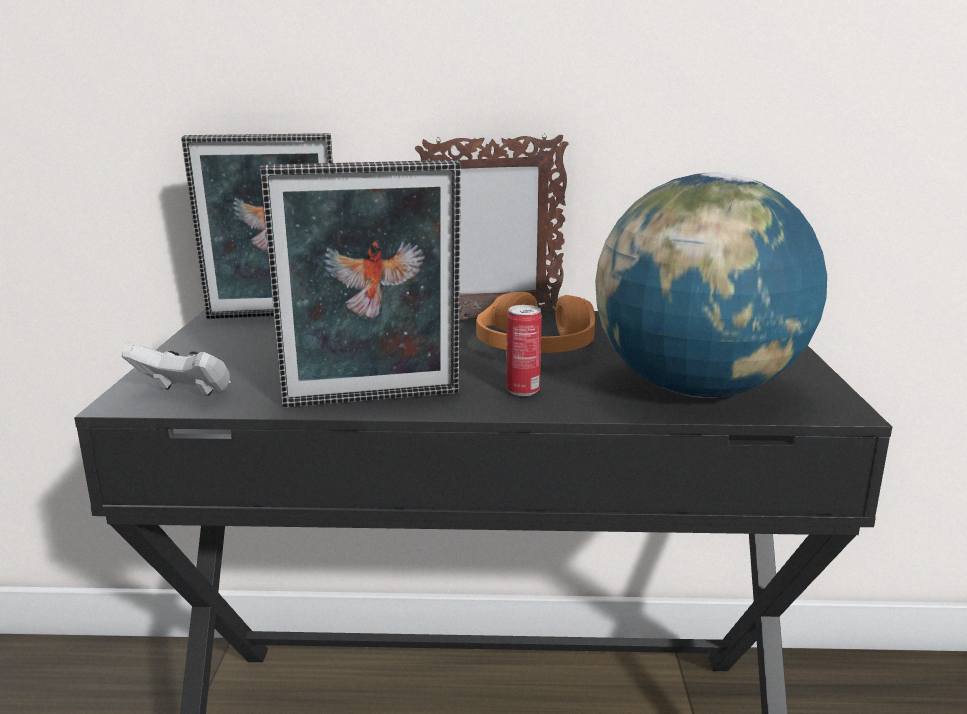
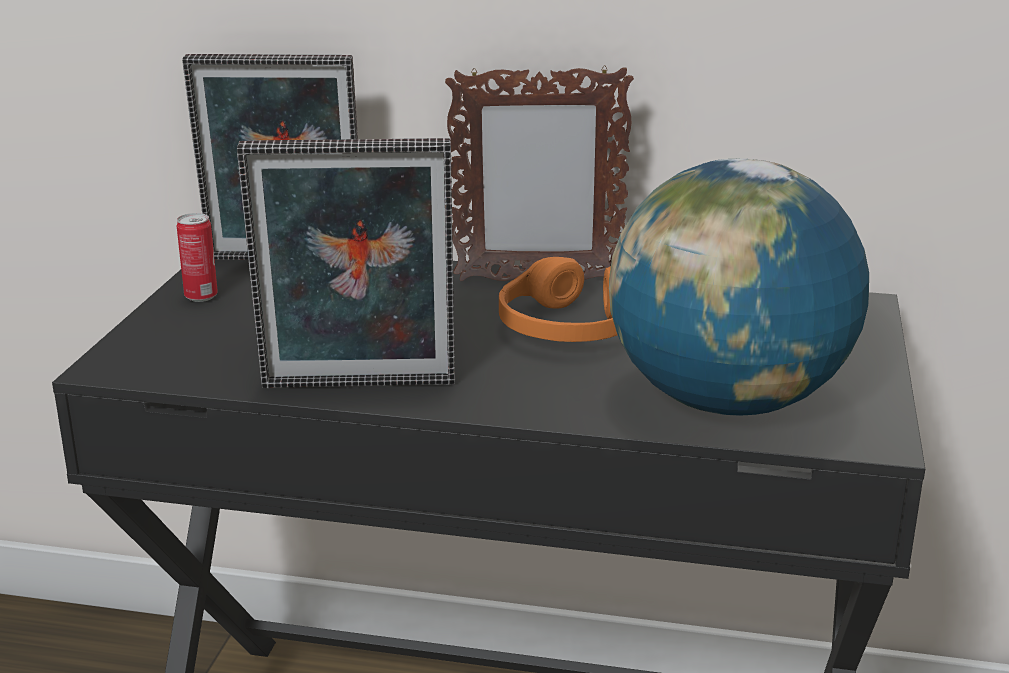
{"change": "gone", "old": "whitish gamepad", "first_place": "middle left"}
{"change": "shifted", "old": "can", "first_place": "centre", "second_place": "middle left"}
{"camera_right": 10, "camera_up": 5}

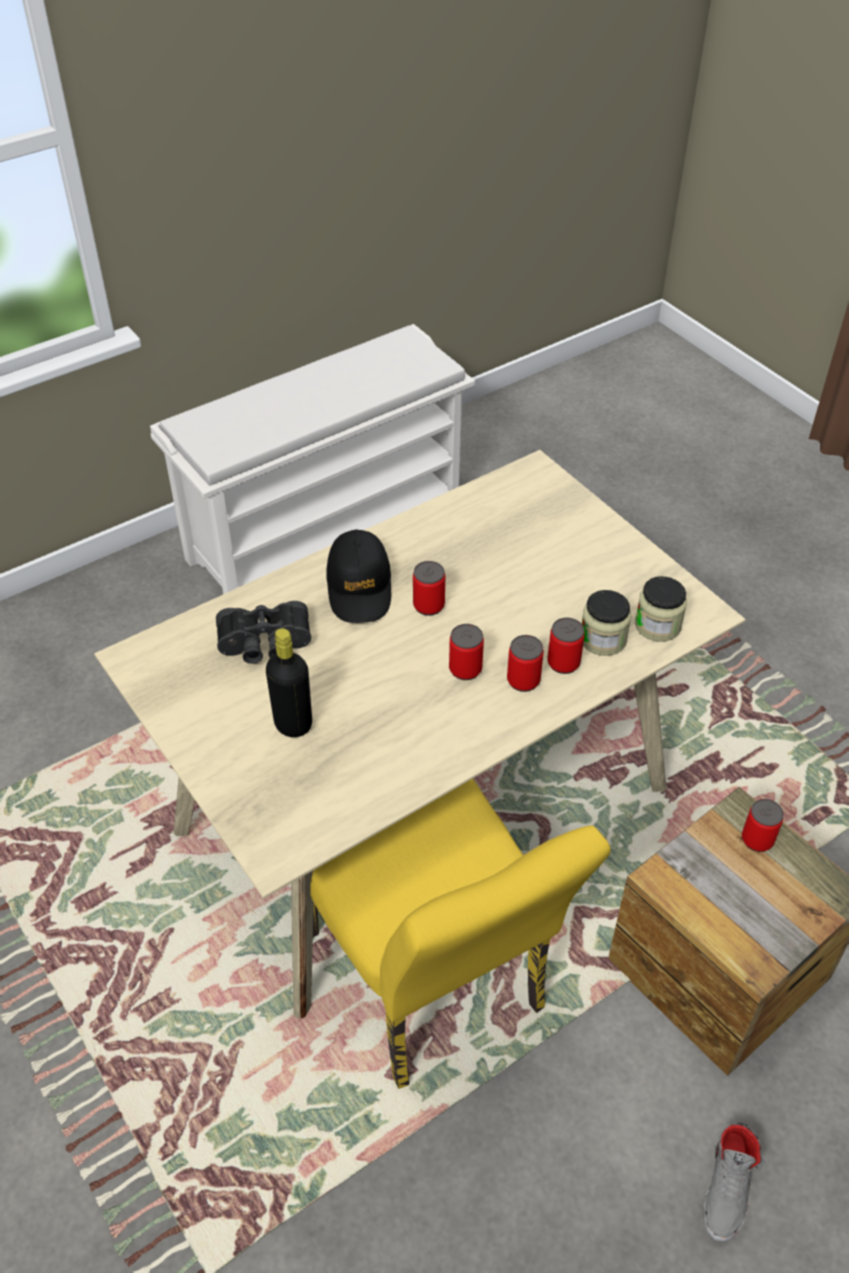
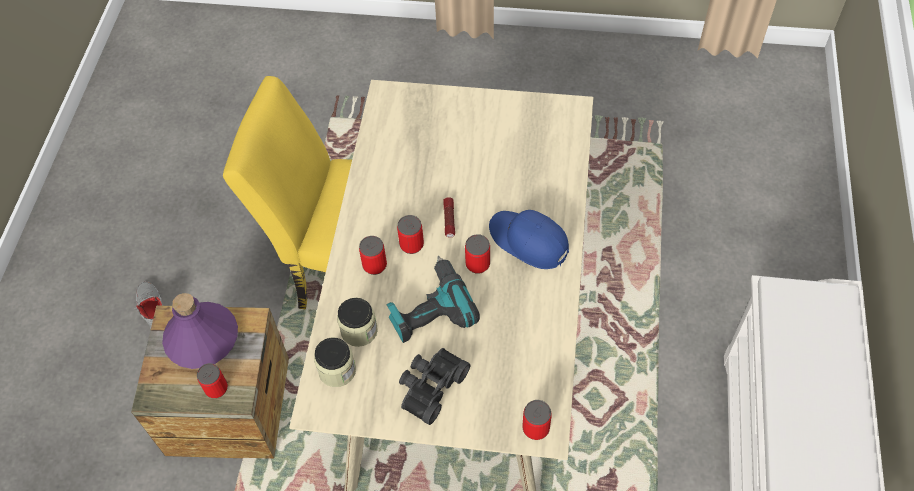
{"change": "shifted", "old": "blackish pair of binoculars", "first_place": "middle left", "second_place": "bottom centre"}
{"change": "gone", "old": "blackish bottle", "first_place": "centre"}
{"change": "repainted", "old": "blackish baseball cap", "new": "blue baseball cap", "first_place": "centre", "second_place": "centre"}
{"change": "shifted", "old": "can (no. 4 from left in the first image)", "new": "can (no. 5 from left)", "first_place": "middle right", "second_place": "bottom centre"}
{"change": "new", "new": "purple bottle", "second_place": "bottom left"}
{"change": "new", "new": "power drill", "second_place": "centre"}
{"change": "new", "new": "flashlight", "second_place": "centre"}
{"camera_right": 135, "camera_up": 10}

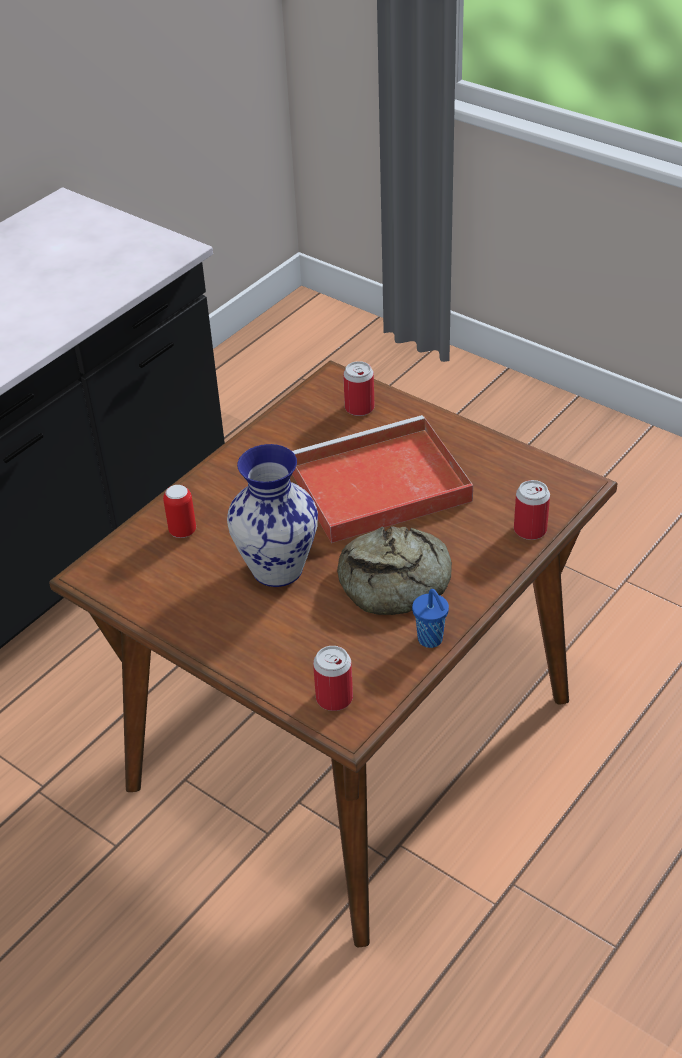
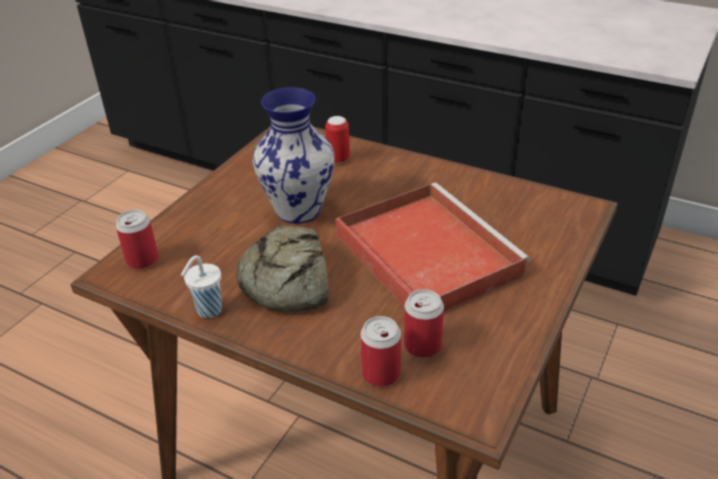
{"change": "shifted", "old": "can (no. 3 from left in the first image)", "new": "can (no. 4 from left)", "first_place": "centre", "second_place": "bottom centre"}
{"change": "repainted", "old": "blue cup", "new": "whitish cup", "first_place": "centre", "second_place": "middle left"}
{"camera_right": 80, "camera_up": -5}

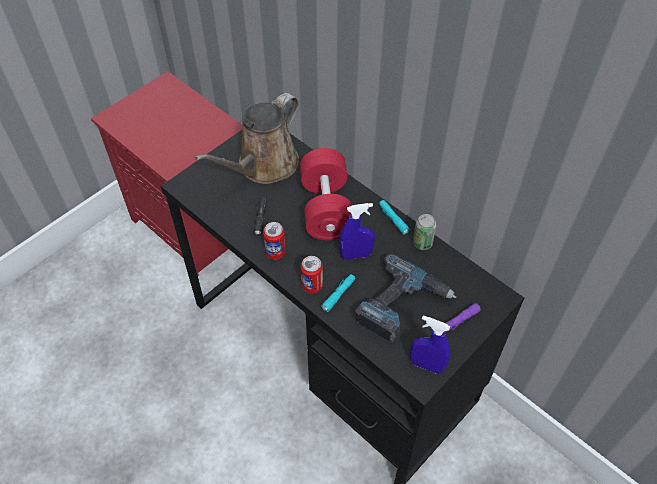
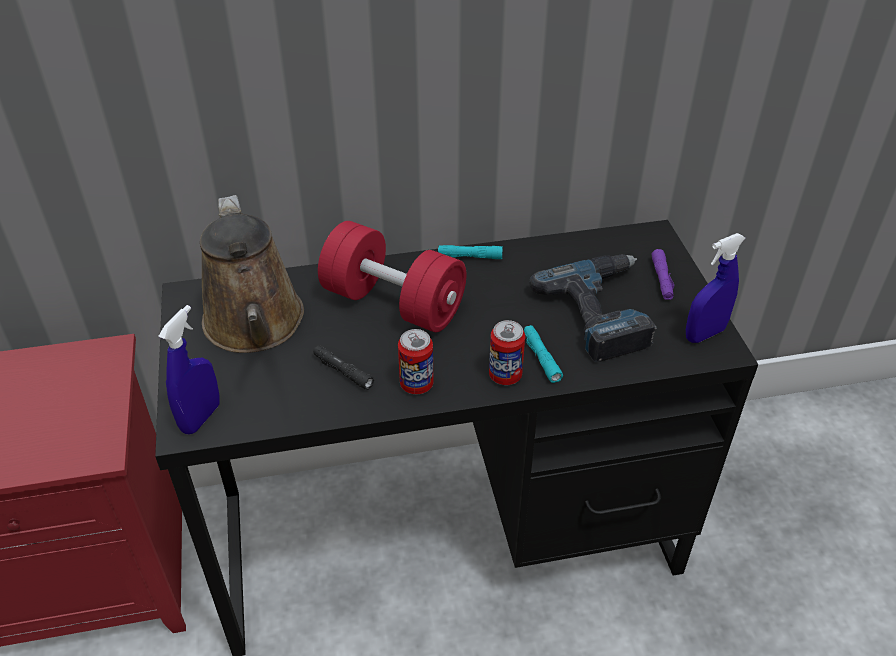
{"change": "shifted", "old": "blue sprayer (no. 1 from left)", "first_place": "centre", "second_place": "middle left"}
{"change": "gone", "old": "can (no. 3 from left)", "first_place": "centre"}
{"camera_right": -55, "camera_up": -10}

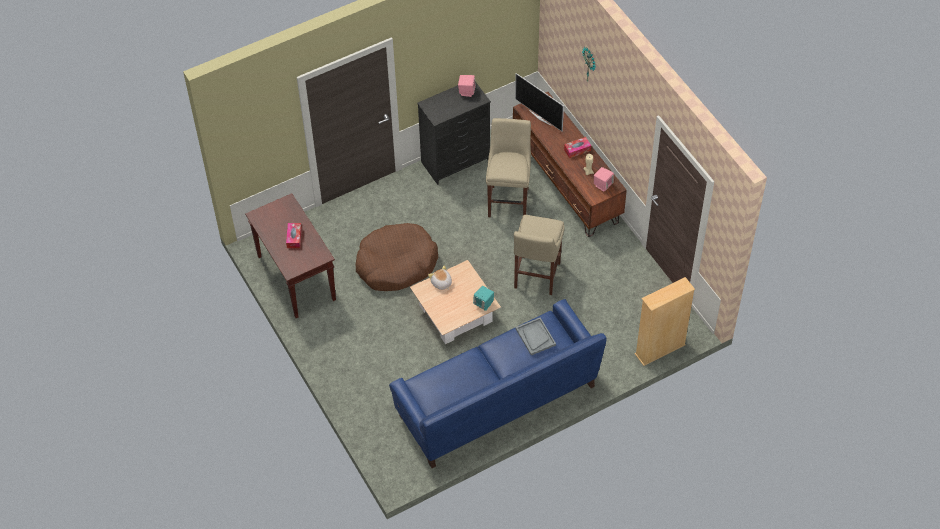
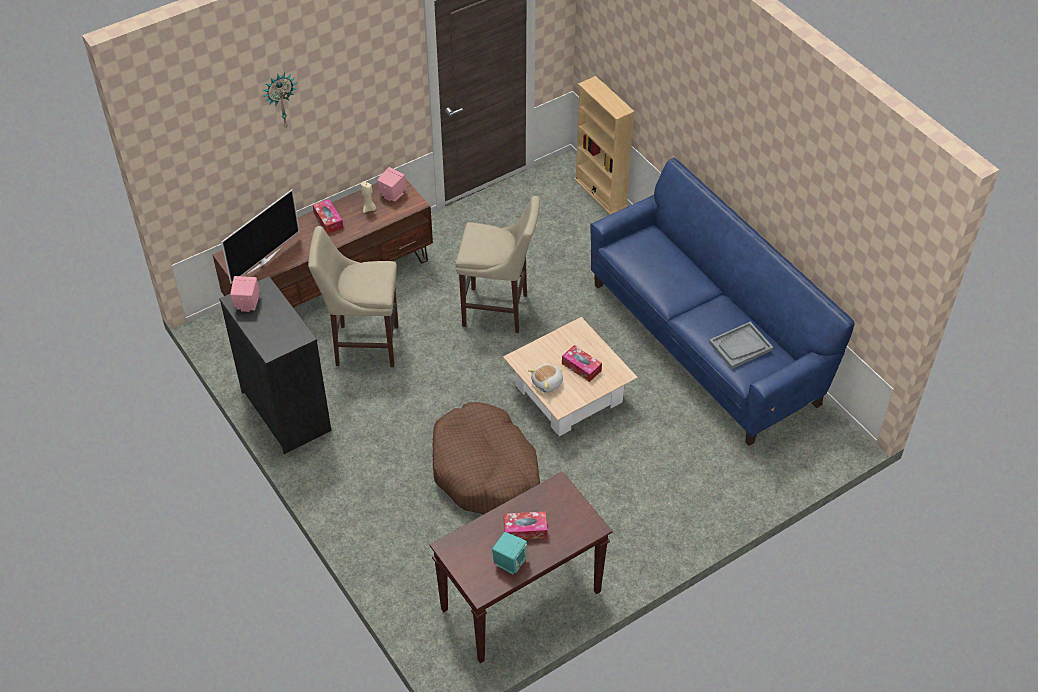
{"change": "shifted", "old": "blue-green loudspeaker", "first_place": "centre", "second_place": "bottom centre"}
{"change": "shifted", "old": "grey tray", "first_place": "centre", "second_place": "middle right"}
{"change": "new", "new": "tissue holder (no. 3 from left)", "second_place": "centre"}
{"camera_right": -95, "camera_up": -5}

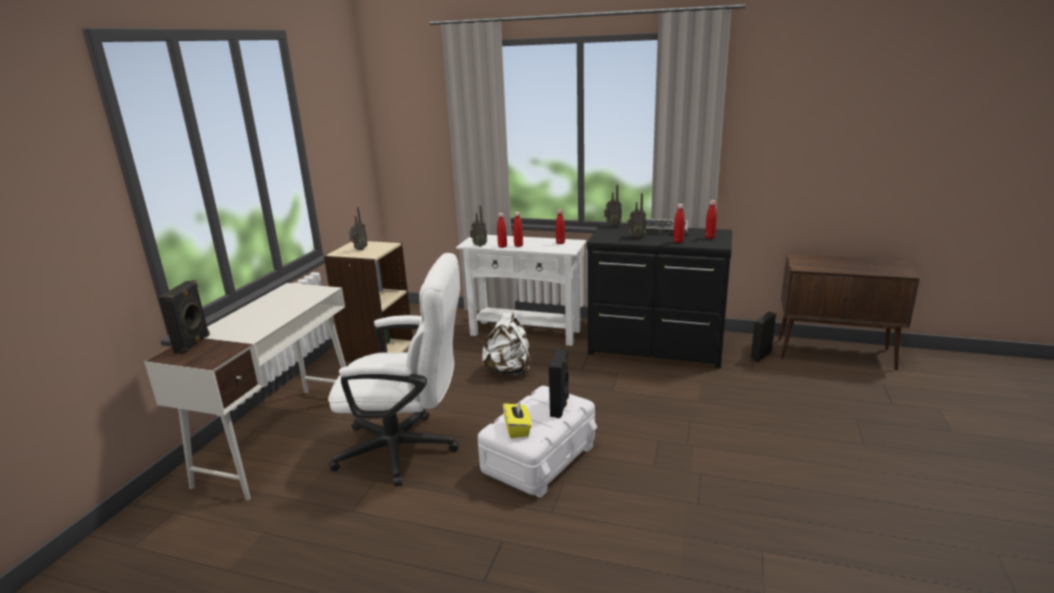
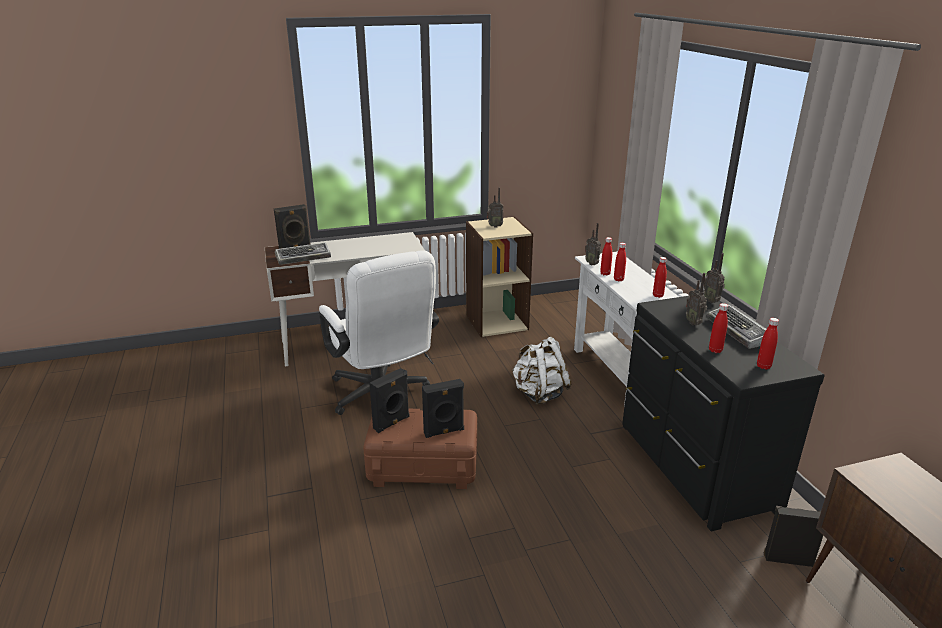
{"change": "repainted", "old": "whitish storage container", "new": "brown-coloured storage container", "first_place": "bottom centre", "second_place": "bottom centre"}
{"change": "swapped", "old": "yellow tissue holder", "new": "blackish loudspeaker (no. 2 from left)", "first_place": "bottom centre", "second_place": "centre"}
{"change": "new", "new": "computer keyboard (no. 1 from left)", "second_place": "middle left"}
{"camera_right": 55, "camera_up": 5}

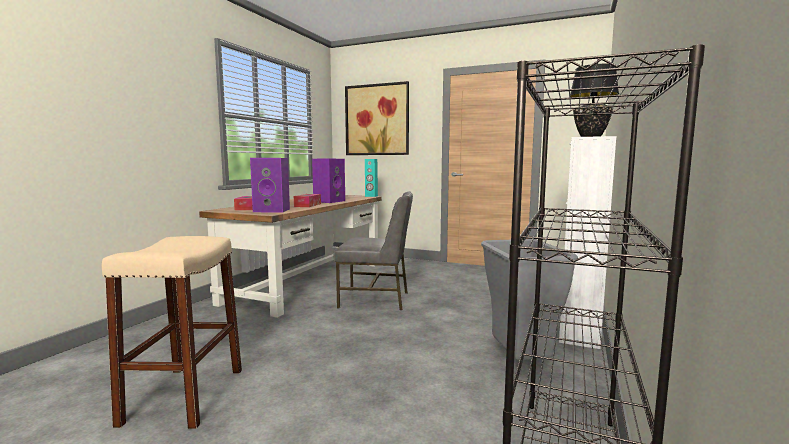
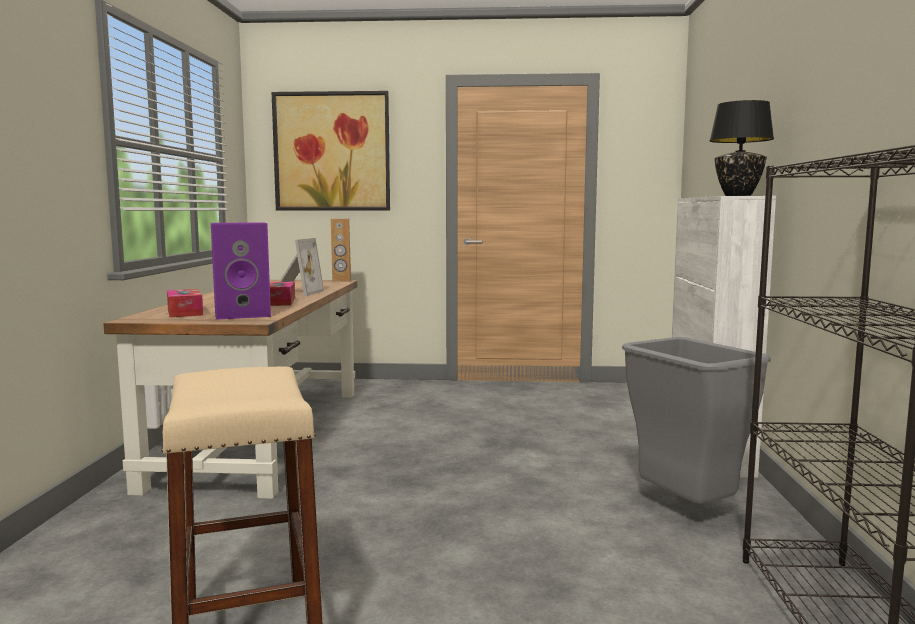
{"change": "swapped", "old": "purple loudspeaker (no. 2 from left)", "new": "standing frame", "first_place": "centre", "second_place": "middle left"}
{"change": "gone", "old": "grey plain chair", "first_place": "centre"}
{"change": "repainted", "old": "blue-green loudspeaker", "new": "brown-coloured loudspeaker", "first_place": "centre", "second_place": "centre"}
{"camera_right": -20, "camera_up": 0}

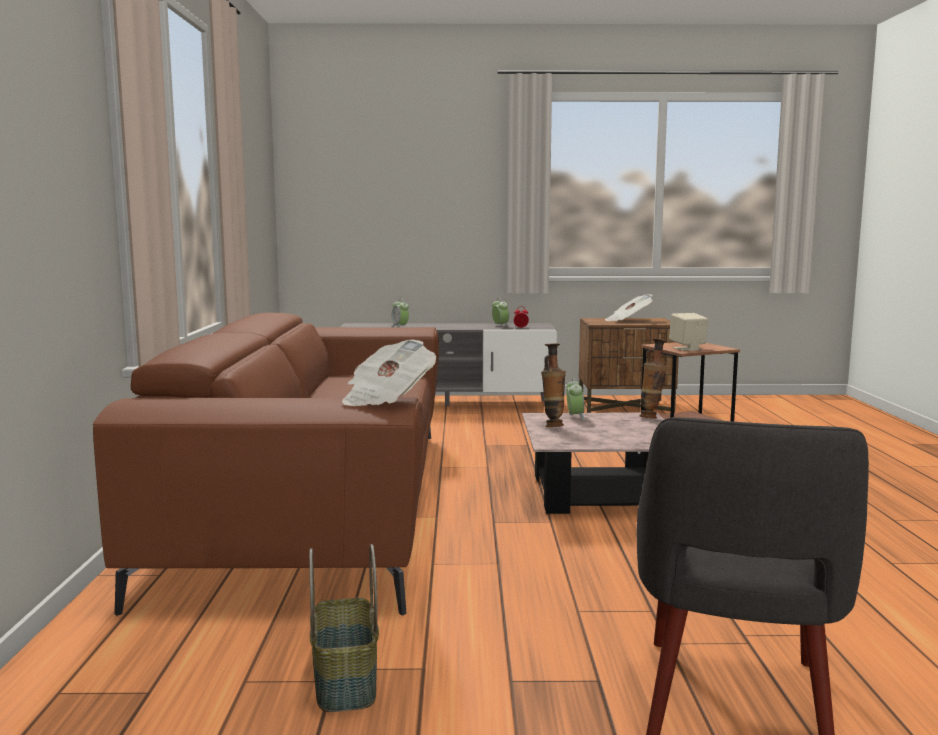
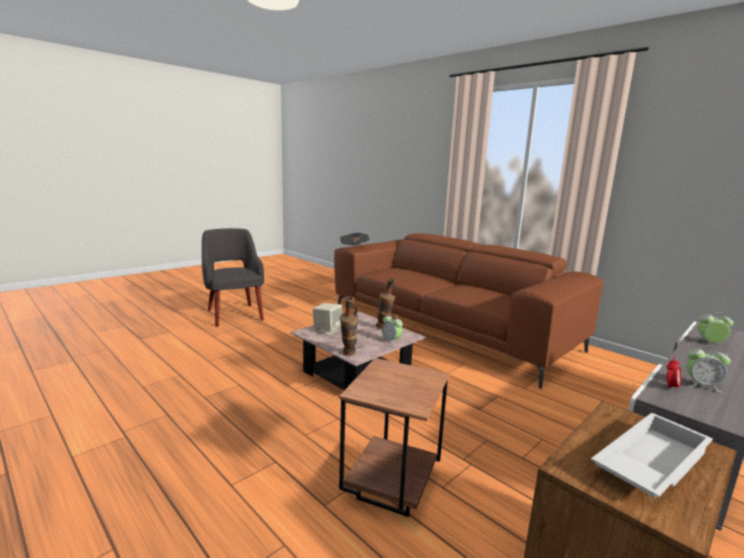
{"change": "gone", "old": "storage basket", "first_place": "bottom centre"}
{"change": "swapped", "old": "newspaper (no. 2 from left)", "new": "whitish tray", "first_place": "middle right", "second_place": "bottom right"}
{"change": "shifted", "old": "beige loudspeaker", "first_place": "middle right", "second_place": "centre"}
{"camera_right": 135, "camera_up": 5}

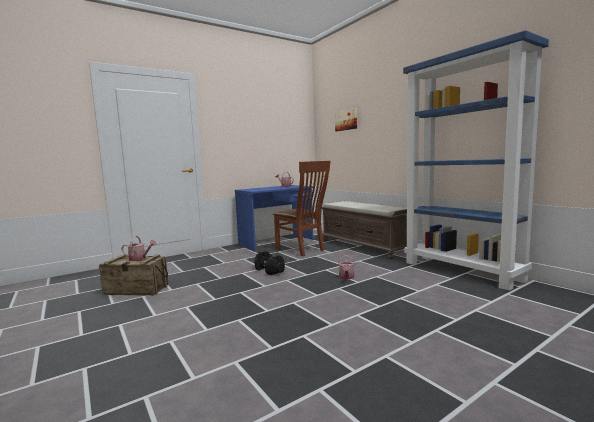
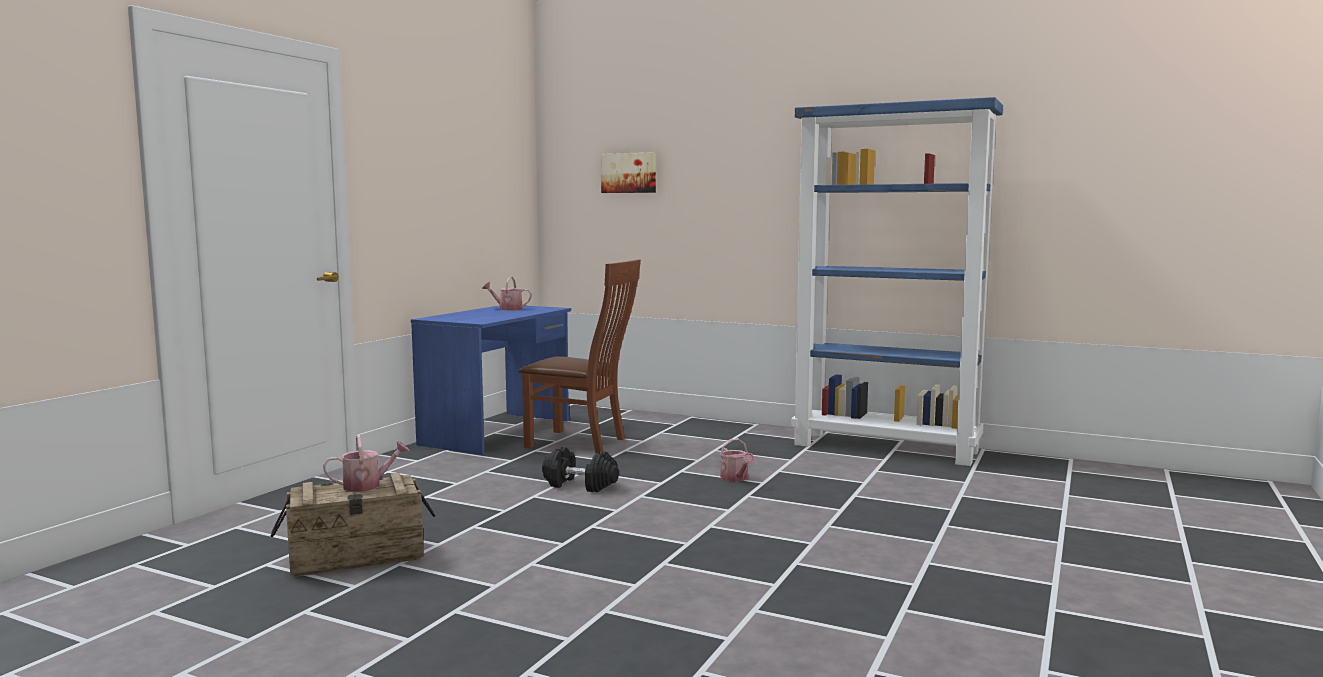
{"change": "gone", "old": "brown-coloured bench", "first_place": "centre"}
{"camera_right": -30, "camera_up": 0}

